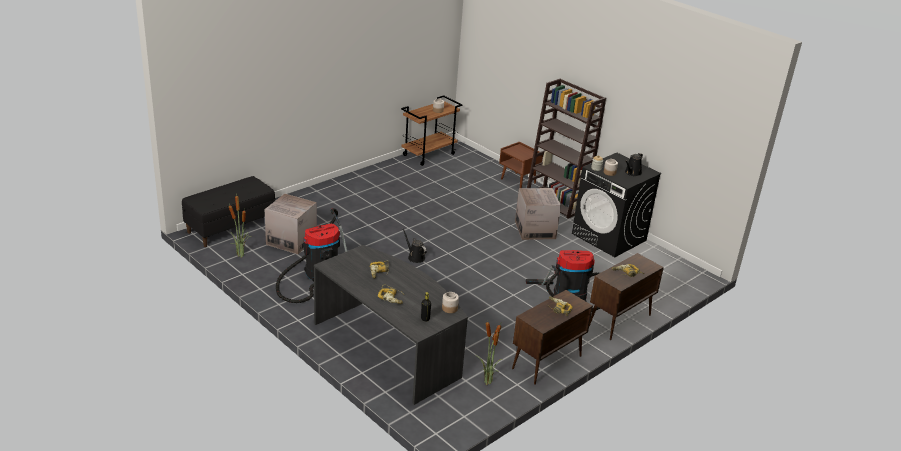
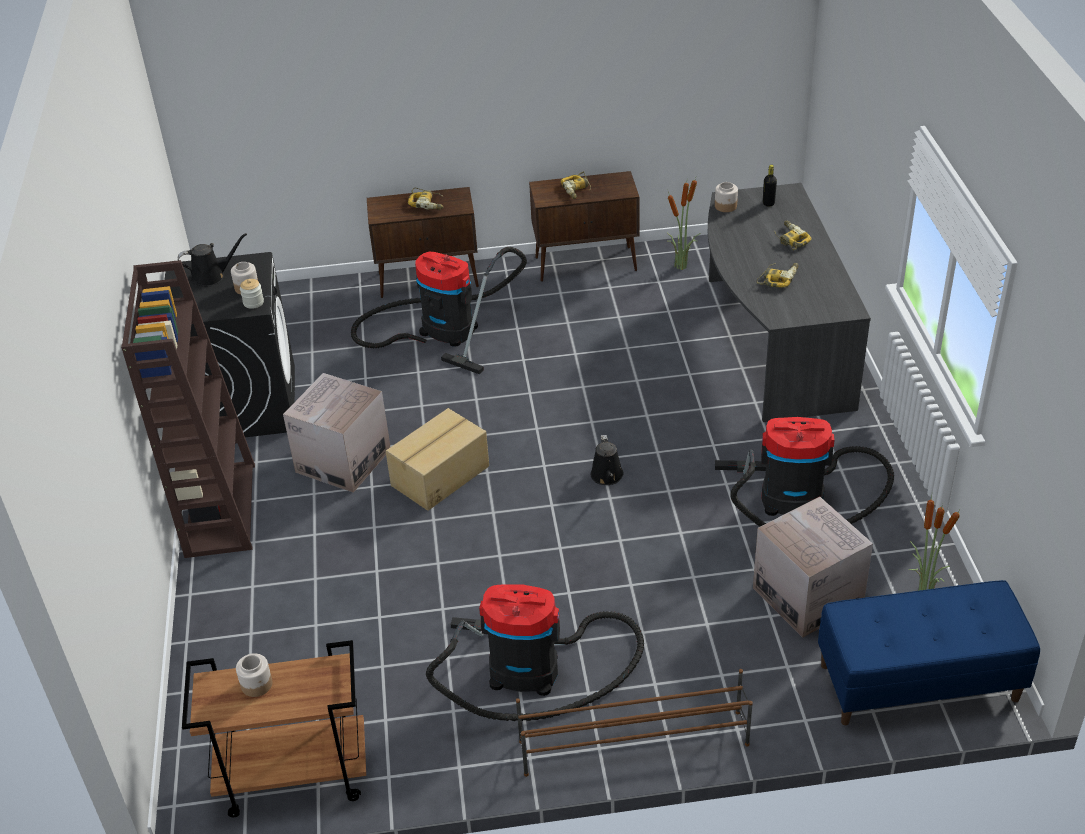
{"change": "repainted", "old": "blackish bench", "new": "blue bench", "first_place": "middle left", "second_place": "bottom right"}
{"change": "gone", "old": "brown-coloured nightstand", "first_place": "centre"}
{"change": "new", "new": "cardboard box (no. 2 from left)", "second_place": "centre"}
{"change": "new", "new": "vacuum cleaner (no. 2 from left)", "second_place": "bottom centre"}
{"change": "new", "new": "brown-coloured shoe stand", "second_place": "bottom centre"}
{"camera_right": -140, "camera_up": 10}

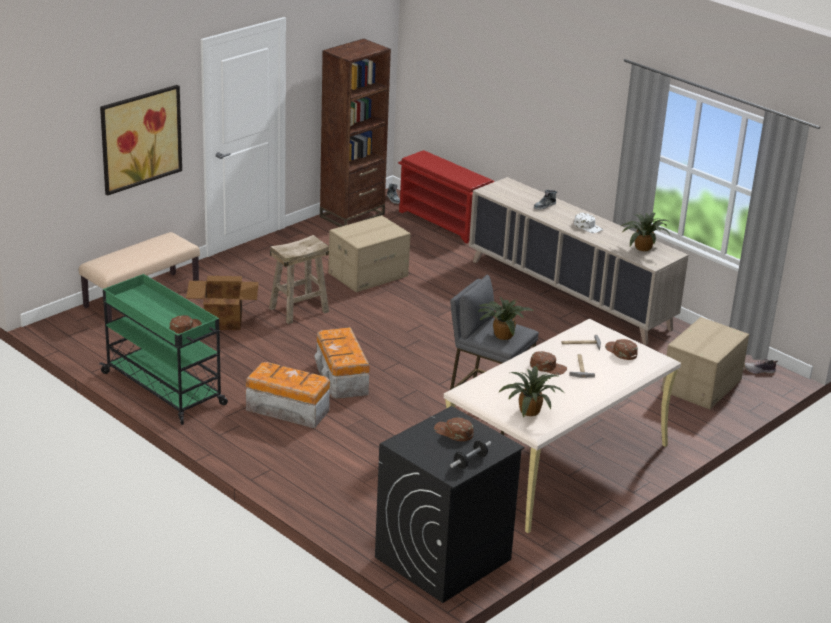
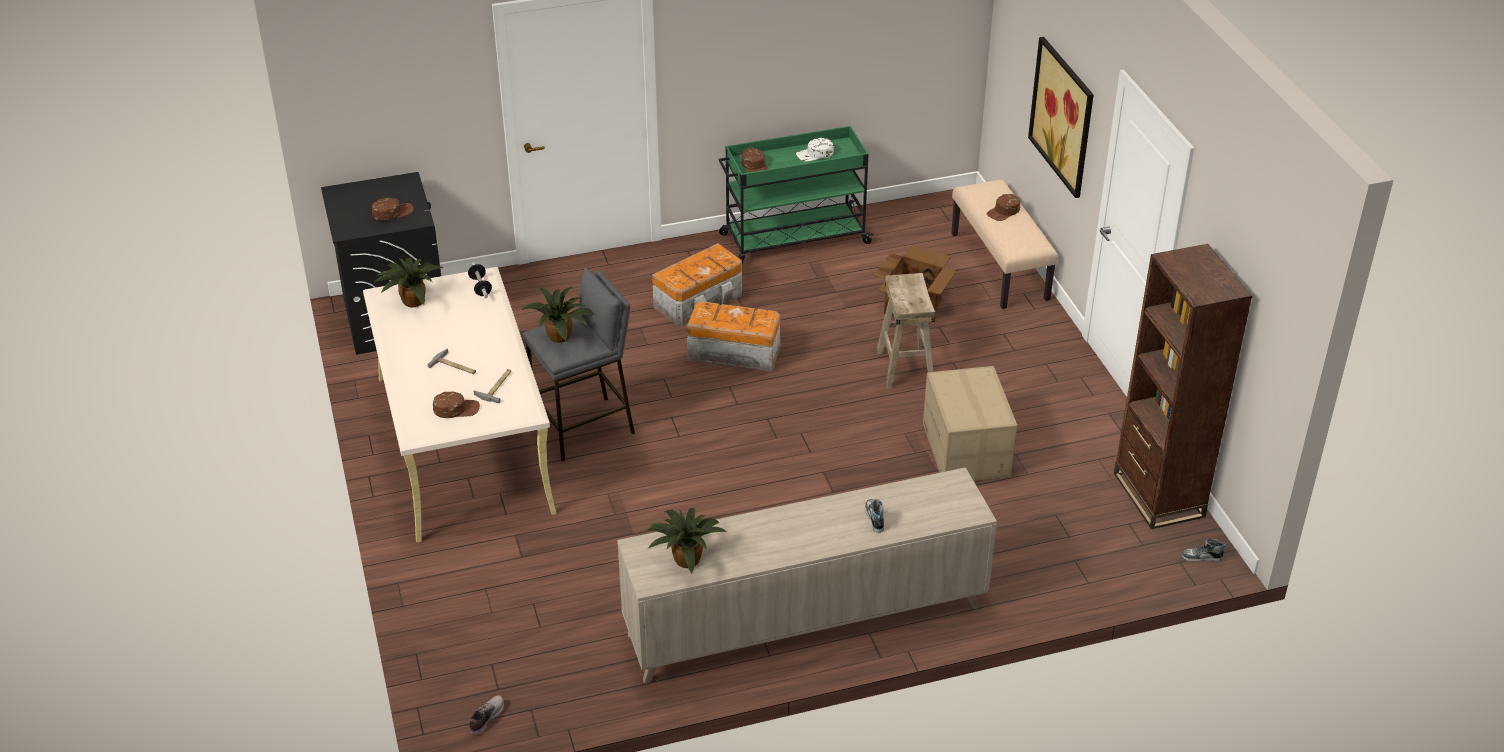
{"change": "gone", "old": "red-coloured shoe stand", "first_place": "top centre"}
{"change": "shifted", "old": "free weight", "first_place": "bottom centre", "second_place": "middle left"}
{"change": "shifted", "old": "brown-coloured baseball cap (no. 3 from left in the first image)", "new": "brown-coloured baseball cap (no. 4 from left)", "first_place": "centre", "second_place": "top right"}
{"change": "shifted", "old": "whitish baseball cap", "first_place": "middle right", "second_place": "top centre"}
{"change": "gone", "old": "cardboard box (no. 3 from left)", "first_place": "middle right"}
{"camera_right": 120, "camera_up": 10}

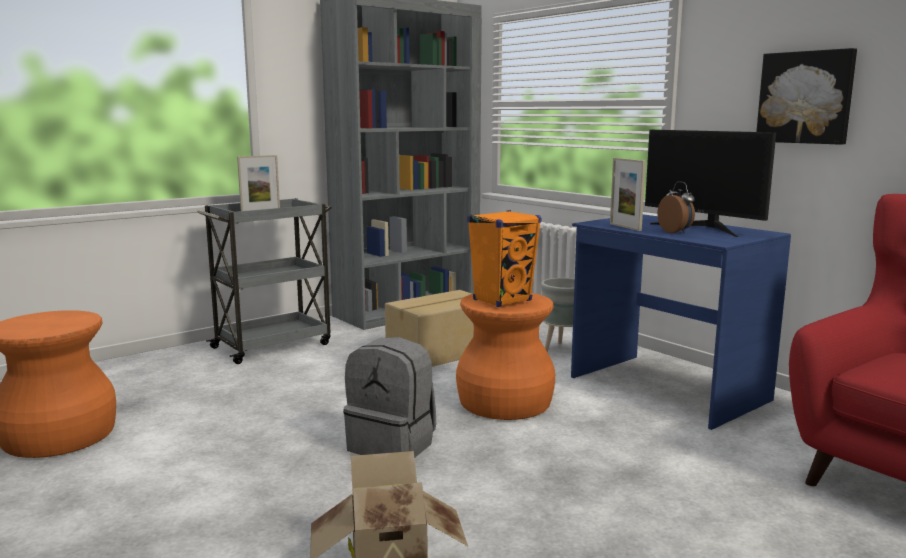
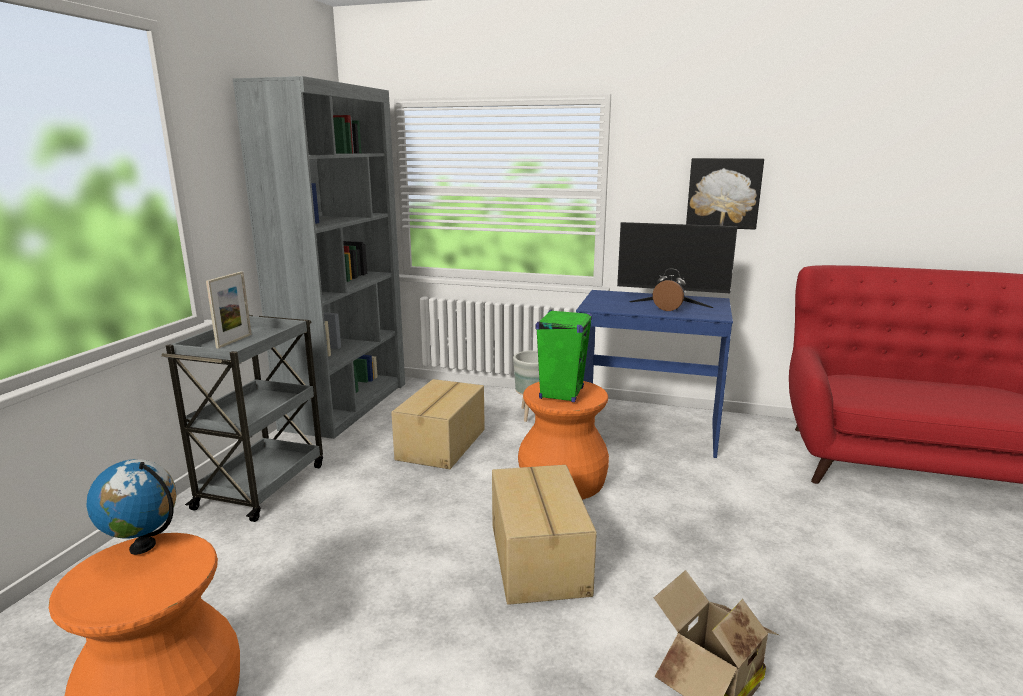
{"change": "swapped", "old": "grey backpack", "new": "cardboard box (no. 2 from left)", "first_place": "bottom centre", "second_place": "bottom centre"}
{"change": "repainted", "old": "orange-coloured loudspeaker", "new": "green loudspeaker", "first_place": "centre", "second_place": "centre"}
{"change": "gone", "old": "standing frame (no. 2 from left)", "first_place": "middle right"}
{"change": "new", "new": "world globe", "second_place": "bottom left"}
{"camera_right": -35, "camera_up": 5}

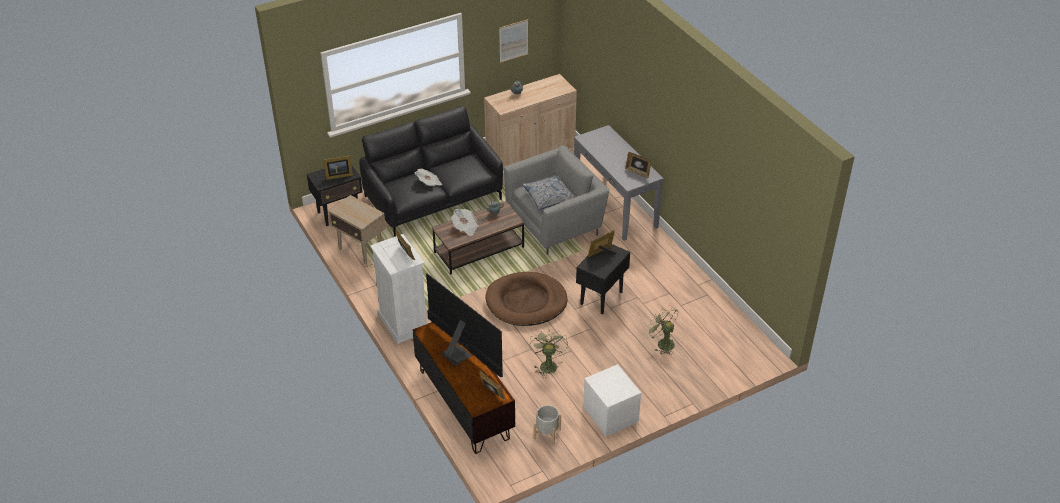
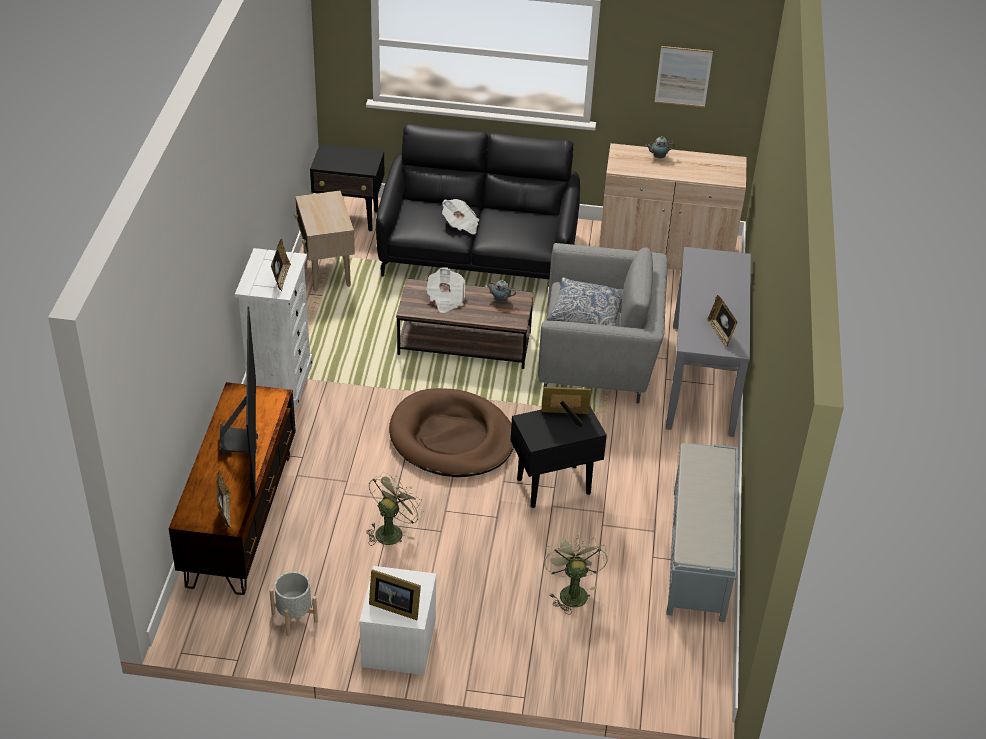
{"change": "shifted", "old": "standing frame (no. 1 from left in the first image)", "new": "standing frame (no. 3 from left)", "first_place": "top left", "second_place": "bottom centre"}
{"change": "new", "new": "grey bench", "second_place": "bottom right"}
{"camera_right": 35, "camera_up": 0}

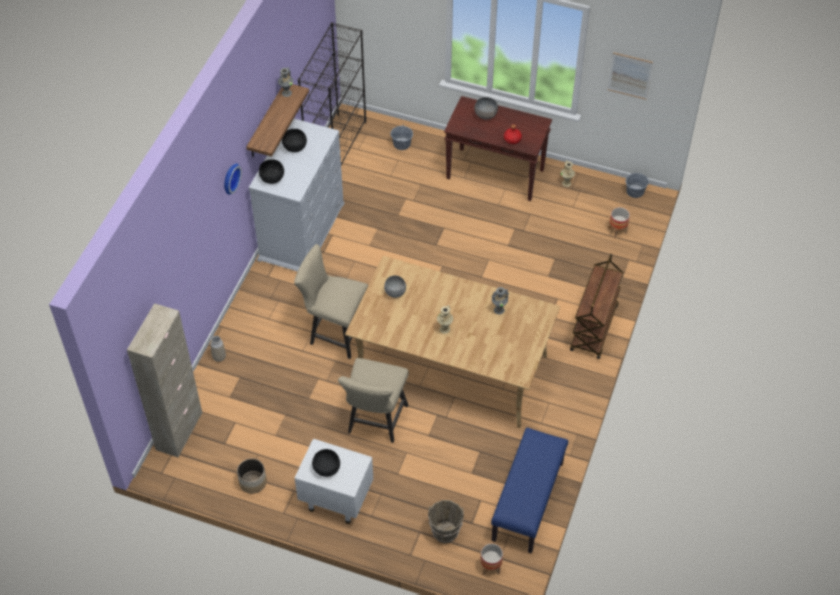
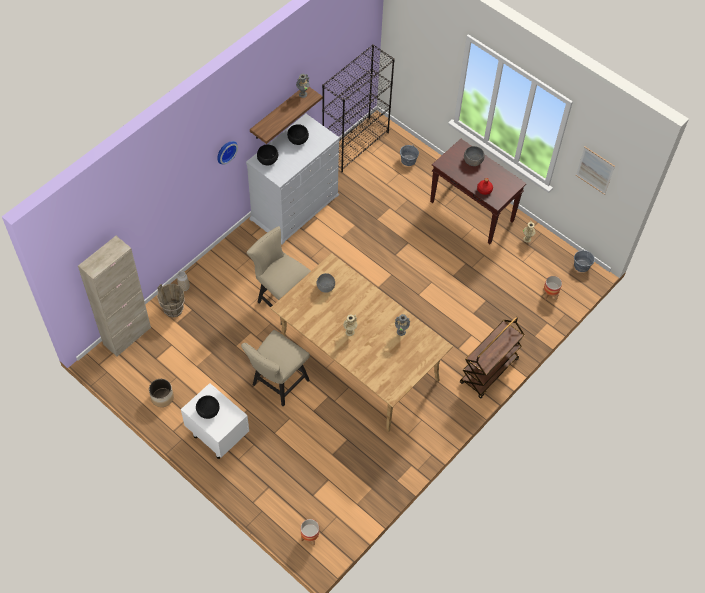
{"change": "shifted", "old": "brown-coloured pail", "first_place": "bottom centre", "second_place": "middle left"}
{"change": "gone", "old": "blue bench", "first_place": "bottom centre"}
{"camera_right": 20, "camera_up": 5}

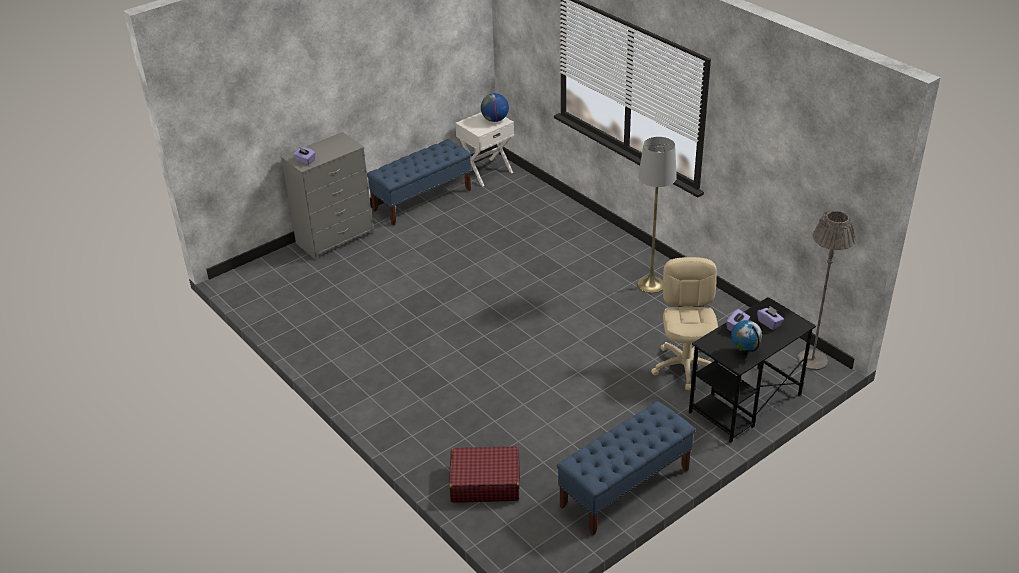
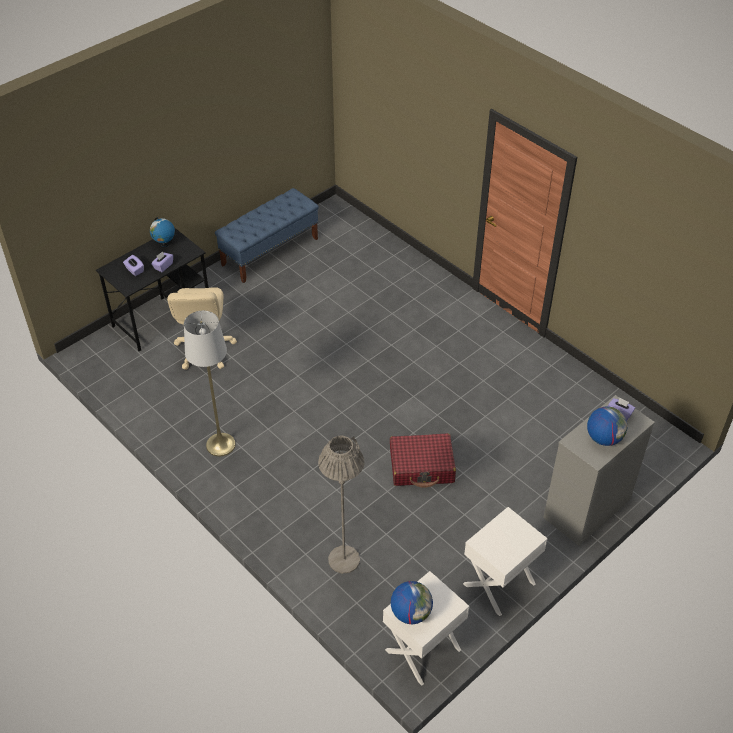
{"change": "swapped", "old": "blue bench (no. 1 from left)", "new": "whitish nightstand (no. 2 from left)", "first_place": "top centre", "second_place": "bottom right"}
{"change": "shifted", "old": "red-coloured piece of luggage", "first_place": "bottom centre", "second_place": "centre"}
{"change": "shifted", "old": "grey standard lamp (no. 2 from left)", "first_place": "middle right", "second_place": "bottom centre"}
{"change": "new", "new": "world globe (no. 3 from left)", "second_place": "middle right"}
{"camera_right": 175, "camera_up": 10}

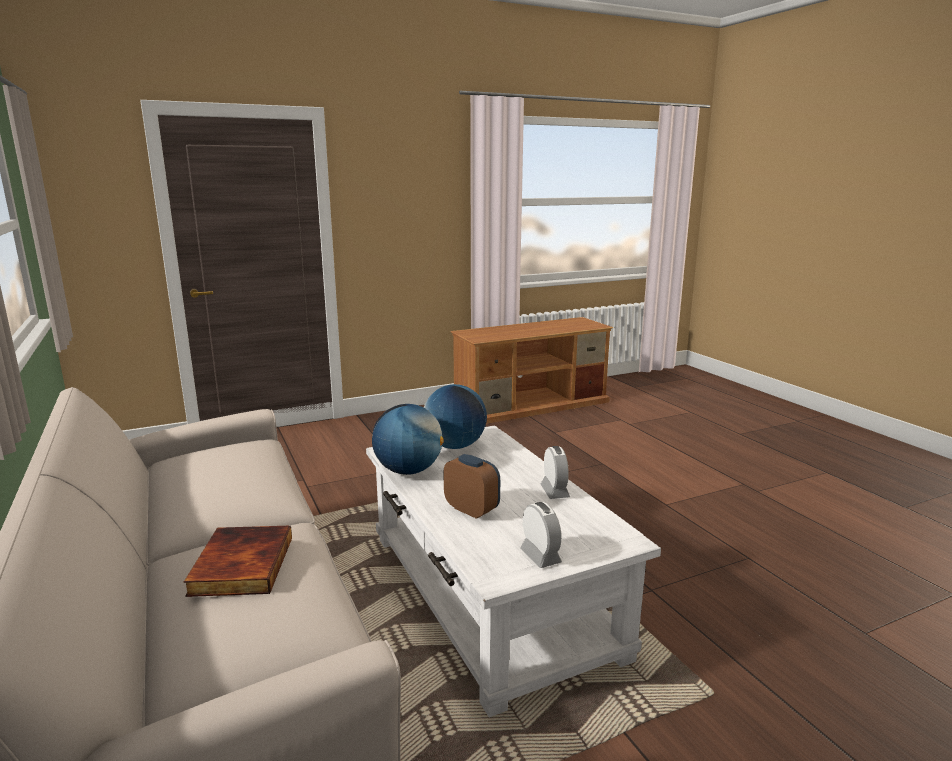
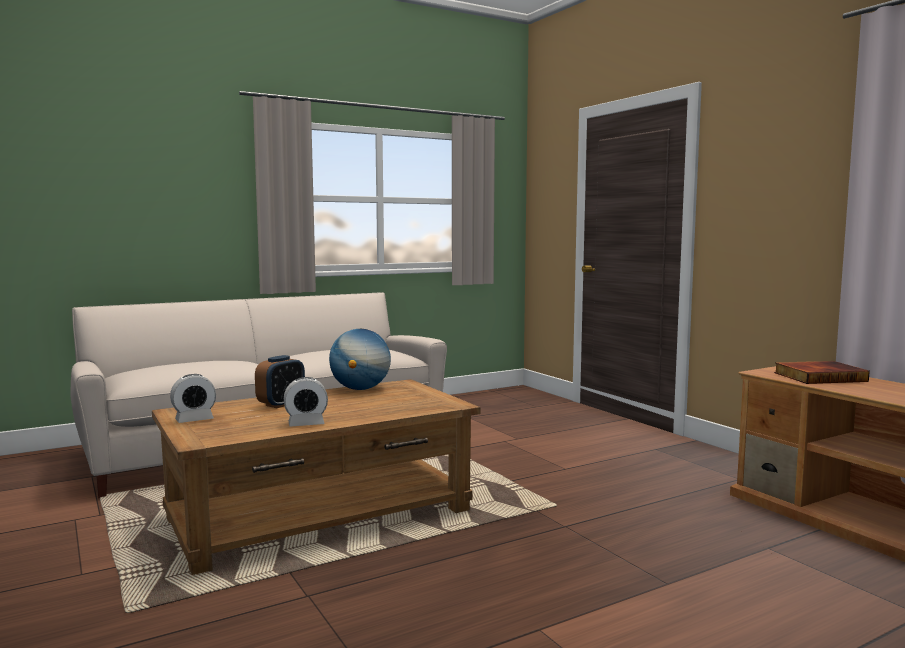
{"change": "shifted", "old": "book", "first_place": "bottom left", "second_place": "middle right"}
{"change": "repainted", "old": "whitish coffee table", "new": "brown-coloured coffee table", "first_place": "bottom centre", "second_place": "bottom centre"}
{"change": "gone", "old": "world globe (no. 2 from left)", "first_place": "centre"}
{"camera_right": 85, "camera_up": -10}

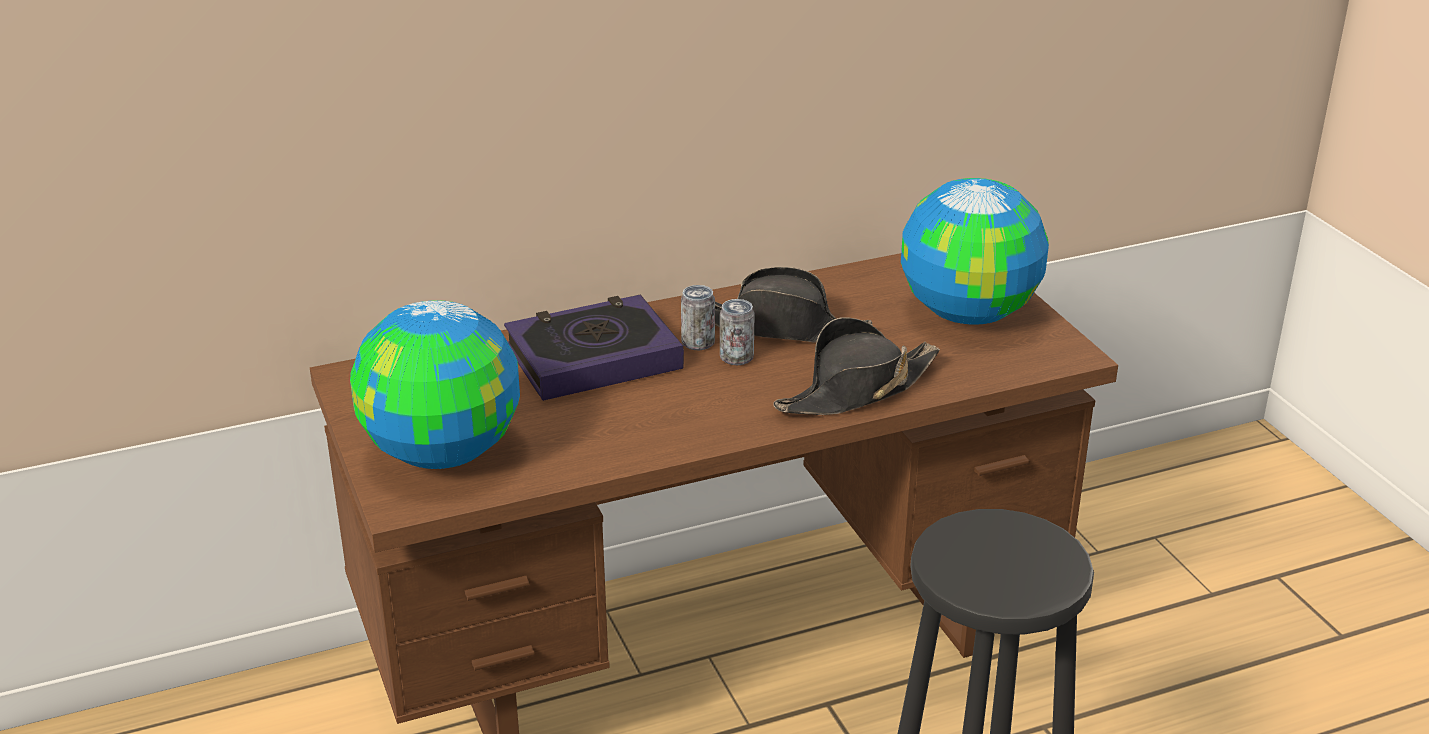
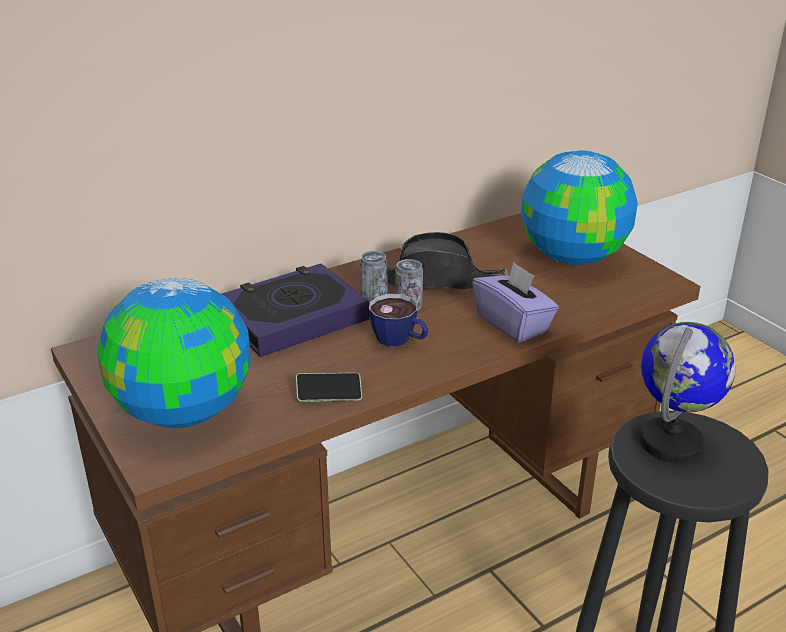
{"change": "swapped", "old": "blackish hat (no. 2 from left)", "new": "purple tissue holder", "first_place": "centre", "second_place": "centre"}
{"change": "new", "new": "telephone", "second_place": "centre"}
{"change": "new", "new": "cup", "second_place": "centre"}
{"change": "new", "new": "world globe (no. 3 from left)", "second_place": "middle right"}
{"camera_right": -10, "camera_up": 0}

